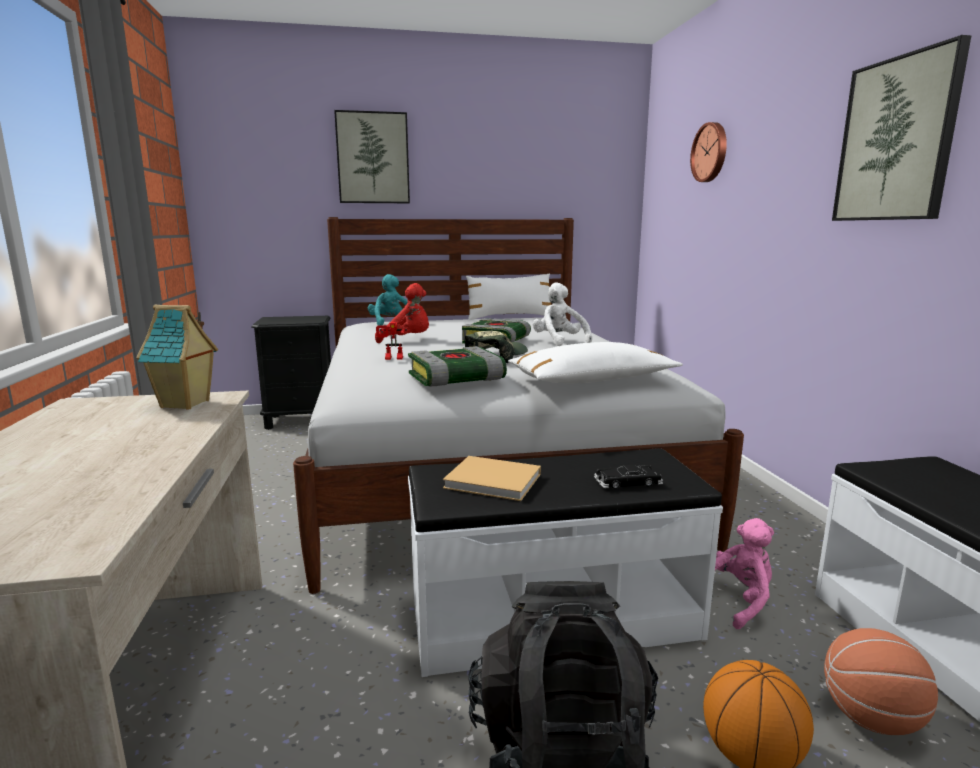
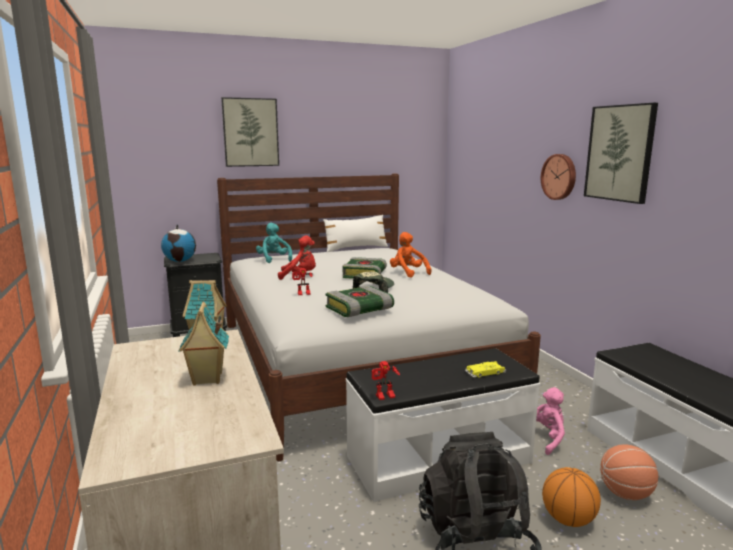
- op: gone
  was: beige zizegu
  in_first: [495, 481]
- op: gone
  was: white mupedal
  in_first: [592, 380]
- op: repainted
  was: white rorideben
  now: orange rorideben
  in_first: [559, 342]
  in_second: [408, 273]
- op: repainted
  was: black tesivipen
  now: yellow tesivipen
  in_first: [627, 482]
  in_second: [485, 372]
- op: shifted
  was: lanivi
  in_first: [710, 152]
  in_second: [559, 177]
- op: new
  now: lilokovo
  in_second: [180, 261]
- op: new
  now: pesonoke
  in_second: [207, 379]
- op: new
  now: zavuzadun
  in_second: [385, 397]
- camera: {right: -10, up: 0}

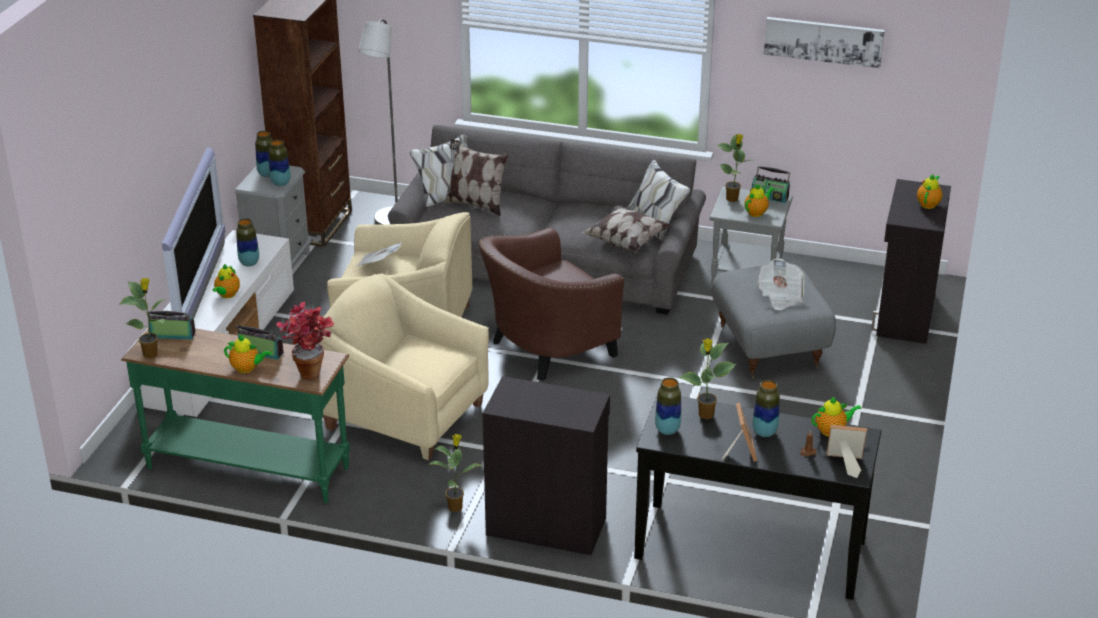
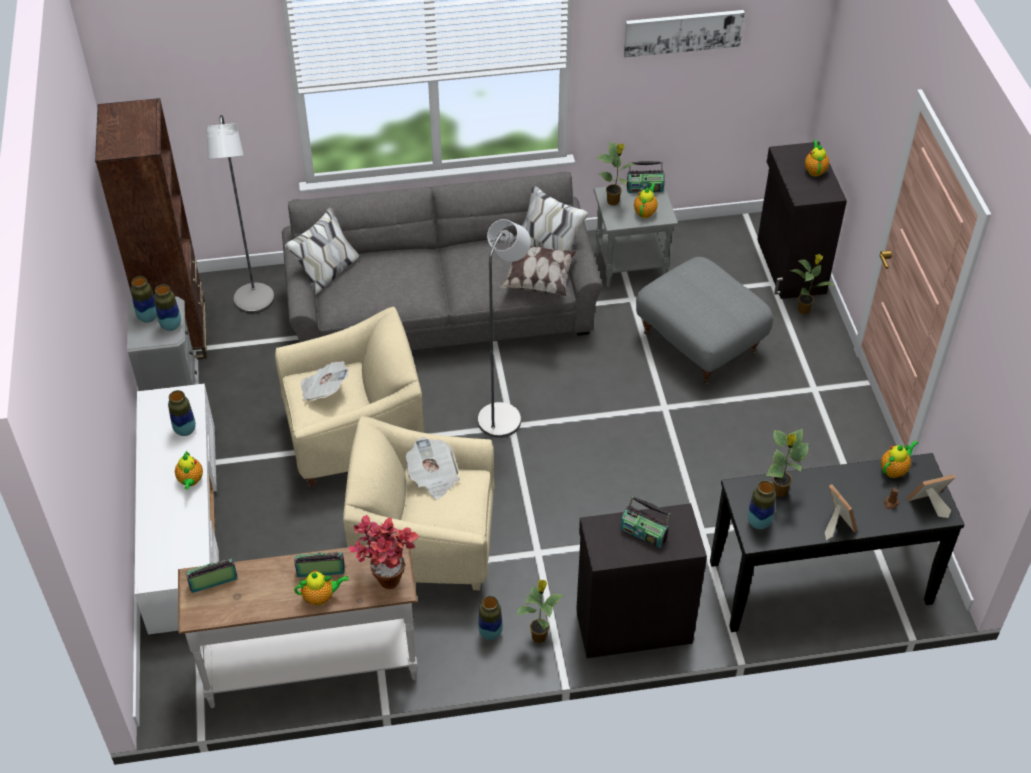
- op: shifted
  was: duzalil
  in_first: [151, 354]
  in_second: [804, 310]
- op: repainted
  was: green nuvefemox
  now: white nuvefemox
  in_first: [249, 467]
  in_second: [311, 665]
- op: gone
  was: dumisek
  in_first: [203, 296]
- op: gone
  was: mupedal
  in_first: [475, 204]
- op: swapped
  was: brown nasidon
  now: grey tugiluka
  in_first: [545, 349]
  in_second: [503, 415]
- op: shifted
  was: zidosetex
  in_first: [764, 432]
  in_second: [490, 633]
- op: shifted
  was: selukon
  in_first: [780, 296]
  in_second: [433, 477]
- op: new
  now: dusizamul
  in_second: [644, 533]
- camera: {right: -25, up: 15}

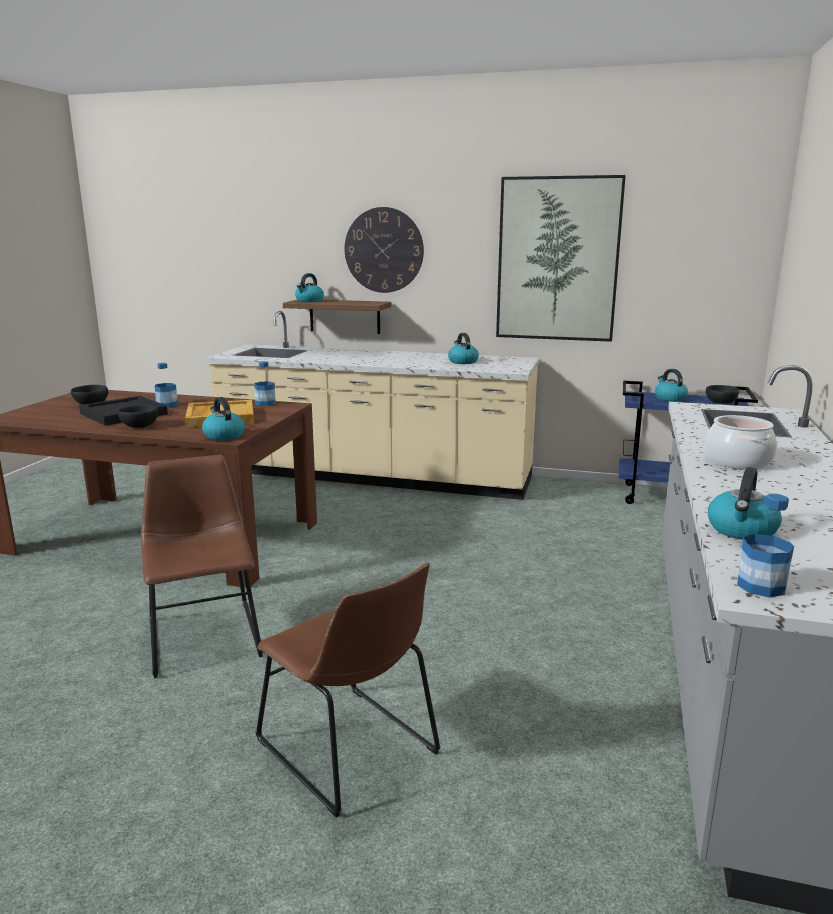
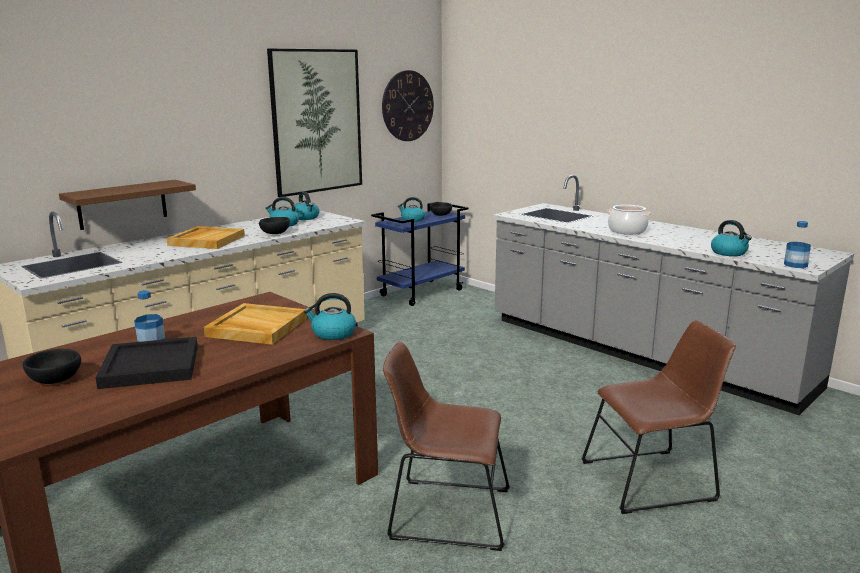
- op: shifted
  was: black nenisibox
  in_first: [139, 426]
  in_second: [275, 233]
- op: gone
  was: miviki
  in_first: [265, 403]
- op: shifted
  was: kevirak
  in_first: [309, 301]
  in_second: [306, 218]
- op: shifted
  was: lanivi
  in_first: [384, 250]
  in_second: [407, 106]
- op: new
  now: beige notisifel
  in_second: [207, 240]
- camera: {right: -60, up: 0}

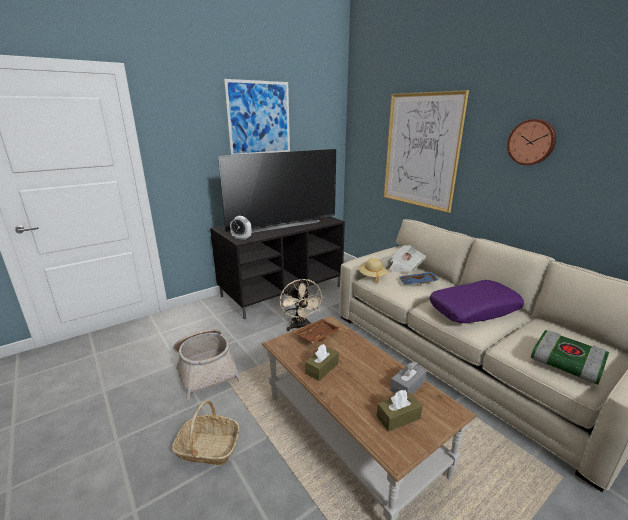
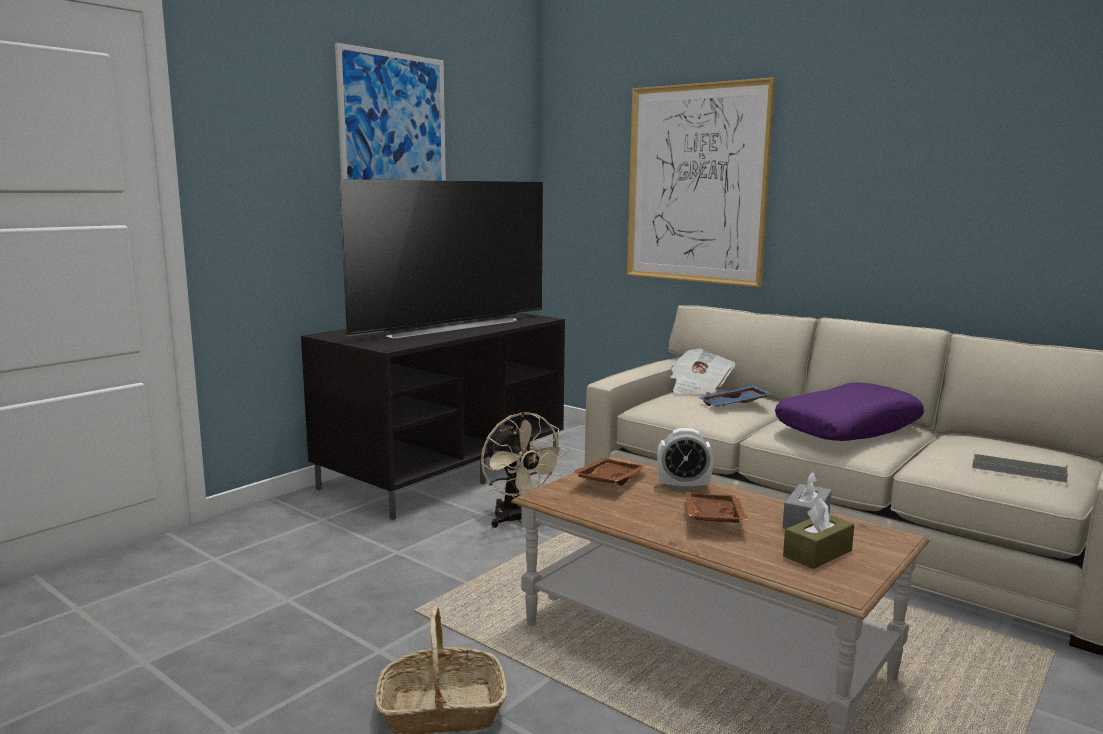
- op: gone
  was: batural
  in_first: [206, 369]
- op: shifted
  was: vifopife
  in_first: [241, 238]
  in_second: [683, 487]
- op: gone
  was: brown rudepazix
  in_first: [322, 368]
- op: gone
  was: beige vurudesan
  in_first: [372, 276]
- op: gone
  was: lanivi
  in_first: [531, 142]
- op: swapped
  was: zizegu
  now: grey notisifel
  in_first: [565, 363]
  in_second: [1018, 471]
- op: new
  now: brown notisifel
  in_second: [711, 518]
- camera: {right: -15, up: -10}

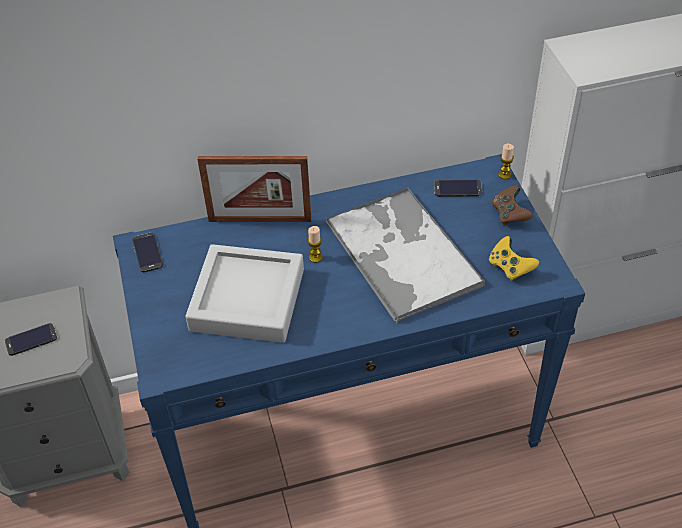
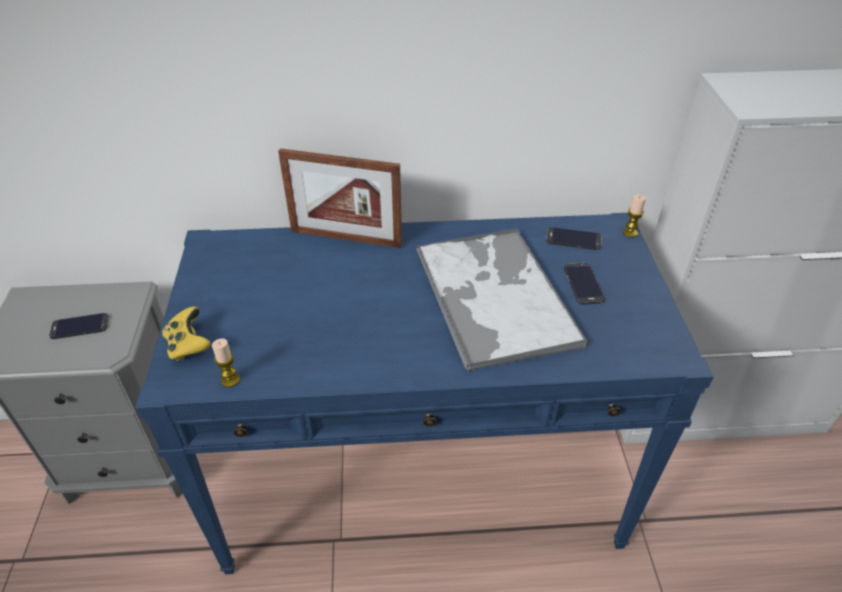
- op: shifted
  was: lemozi
  in_first: [147, 253]
  in_second: [583, 284]
- op: gone
  was: grey notisifel
  in_first: [247, 299]
- op: shifted
  was: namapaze
  in_first: [315, 257]
  in_second: [230, 380]
- op: shifted
  was: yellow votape
  in_first: [510, 267]
  in_second: [188, 345]
- op: gone
  was: brown votape
  in_first: [509, 214]
- camera: {right: 10, up: -5}

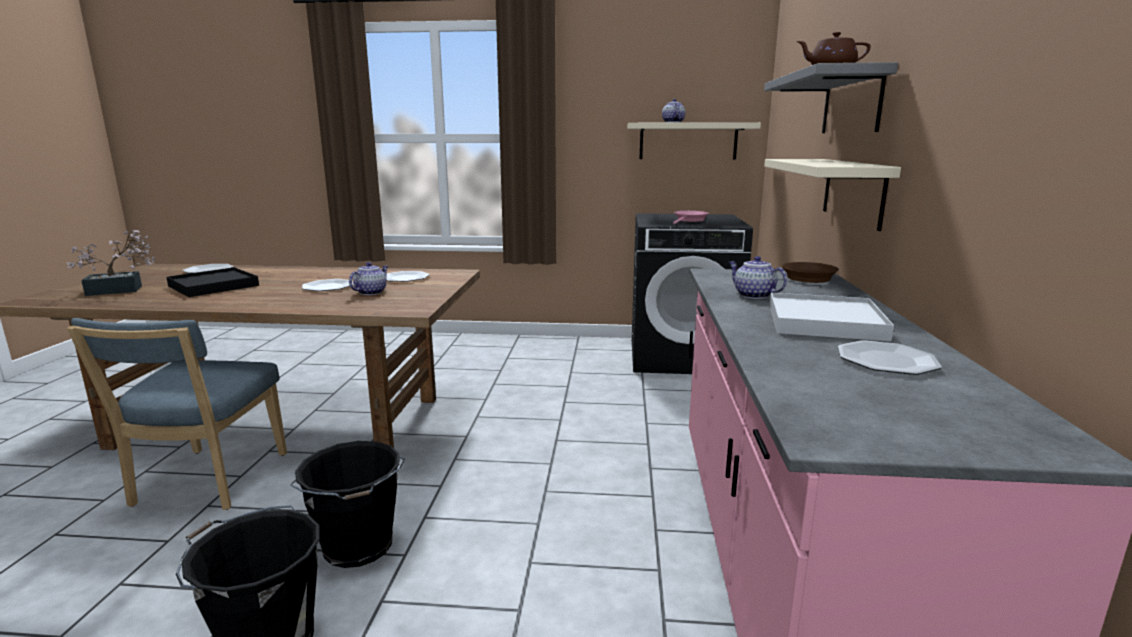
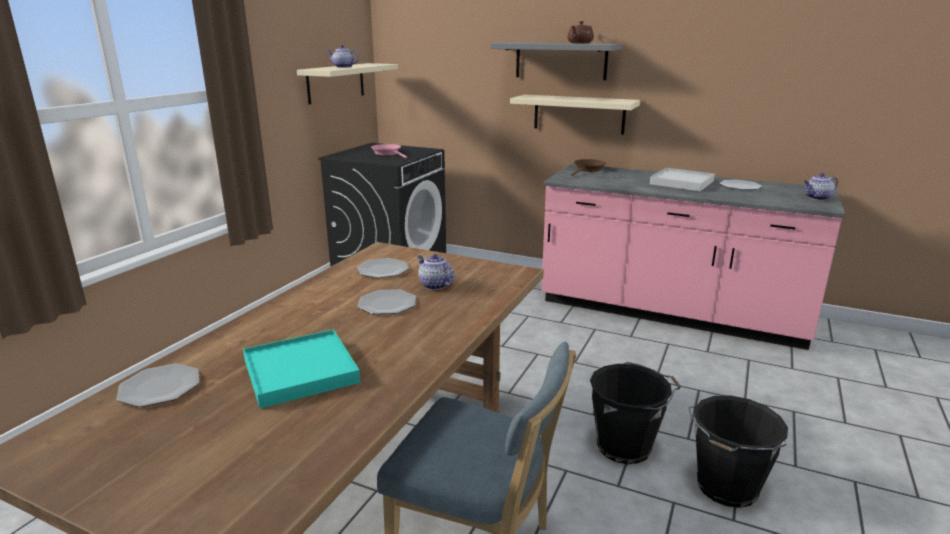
- op: gone
  was: duzalil
  in_first: [121, 290]
- op: repainted
  was: black notisifel
  now: turquoise notisifel
  in_first: [213, 286]
  in_second: [300, 372]
- op: shifted
  was: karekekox
  in_first: [753, 295]
  in_second: [817, 198]
- camera: {right: -70, up: 5}

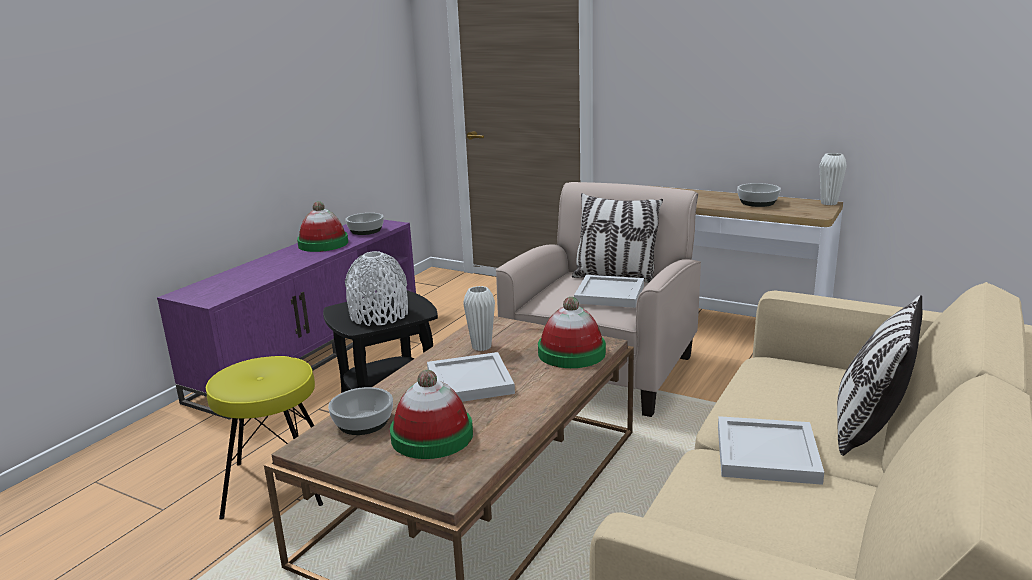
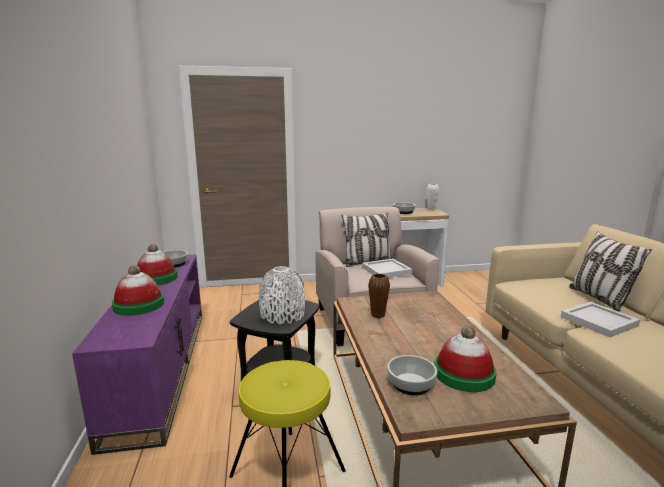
- op: gone
  was: white notisifel
  in_first: [471, 382]
- op: repainted
  was: white zidosetex
  now: brown zidosetex
  in_first: [481, 347]
  in_second: [378, 315]
- op: shifted
  was: vurudesan
  in_first: [571, 353]
  in_second: [138, 305]
- camera: {right: -40, up: -5}

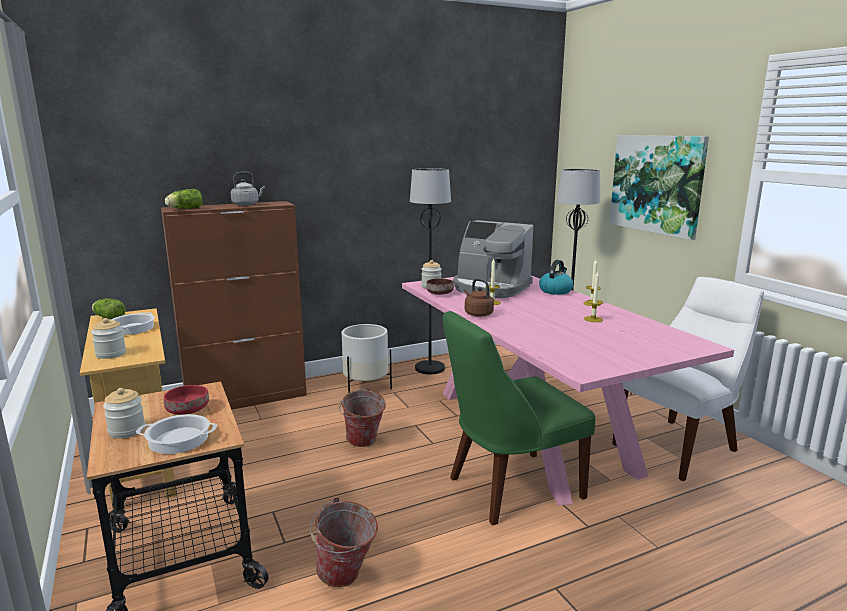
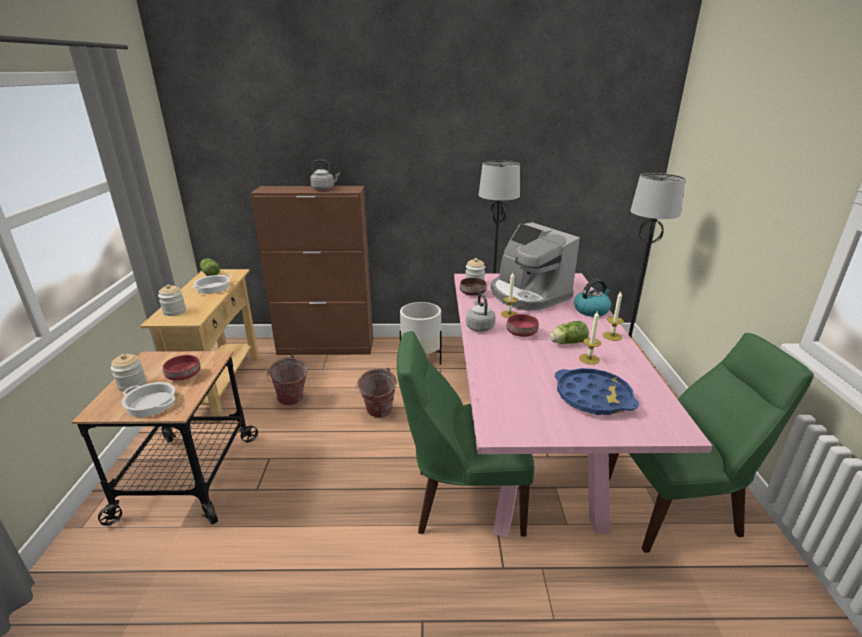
- op: shifted
  was: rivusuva
  in_first: [184, 209]
  in_second: [566, 342]
- op: shifted
  was: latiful
  in_first: [346, 578]
  in_second: [291, 401]
- op: repainted
  was: brown kevirak
  now: grey kevirak
  in_first: [477, 314]
  in_second: [479, 327]
- op: gone
  was: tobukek
  in_first: [657, 184]
- op: repainted
  was: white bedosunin
  now: green bedosunin
  in_first: [679, 446]
  in_second: [675, 508]
- op: new
  now: red nenisibox
  in_second: [521, 333]
- op: new
  now: blue notisifel
  in_second: [593, 397]
- camera: {right: 25, up: 10}

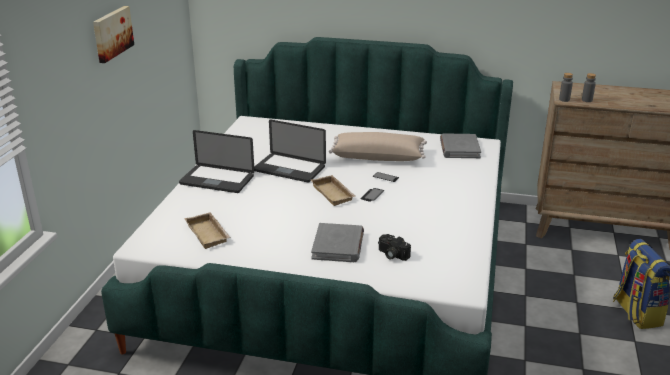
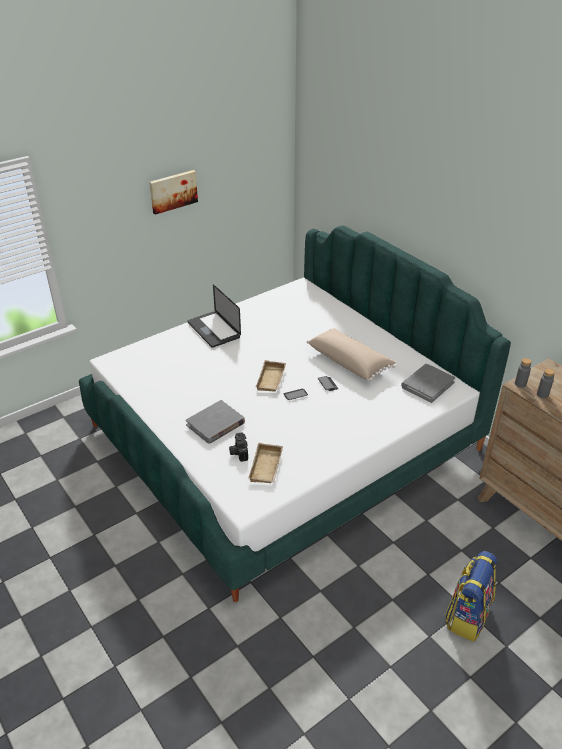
- op: shifted
  was: beige notisifel
  in_first: [209, 234]
  in_second: [267, 467]
- op: gone
  was: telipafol
  in_first: [289, 169]
- camera: {right: 40, up: 10}

